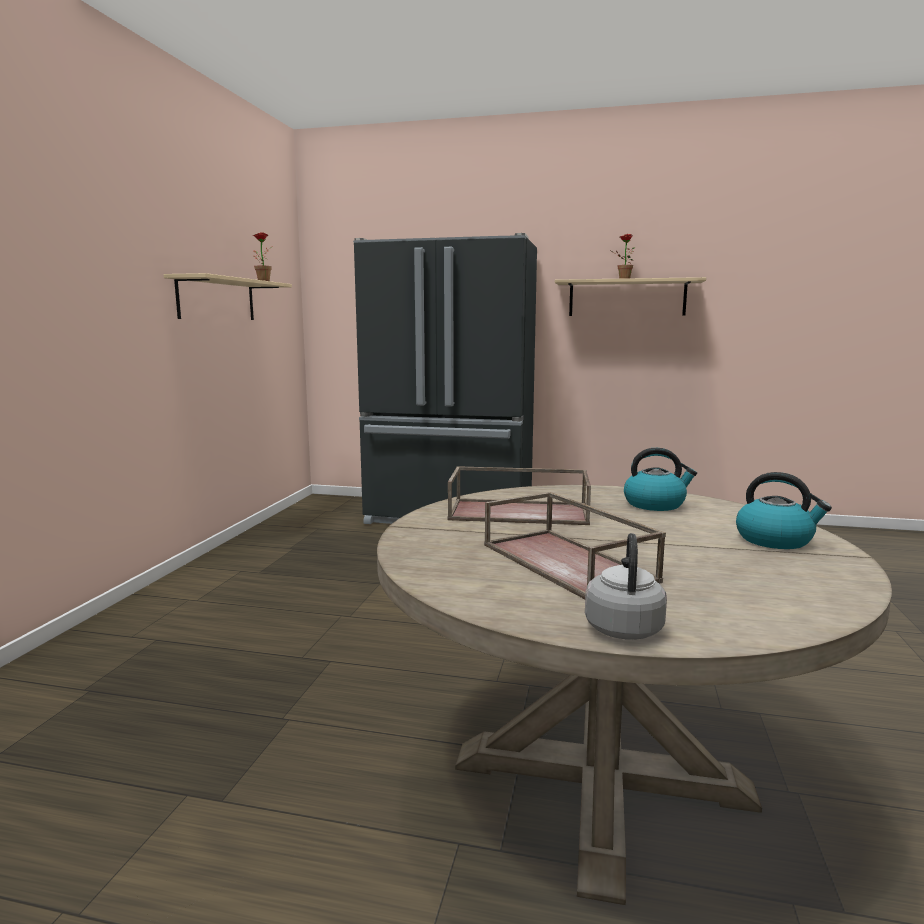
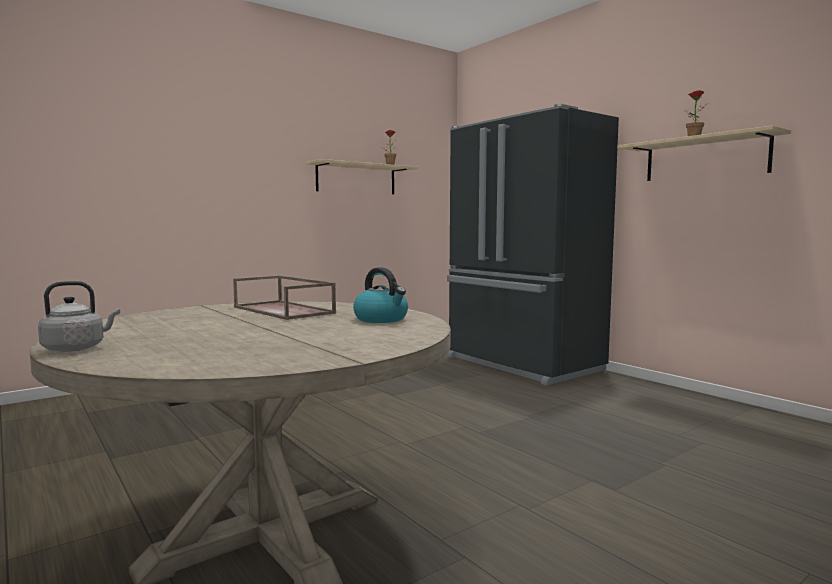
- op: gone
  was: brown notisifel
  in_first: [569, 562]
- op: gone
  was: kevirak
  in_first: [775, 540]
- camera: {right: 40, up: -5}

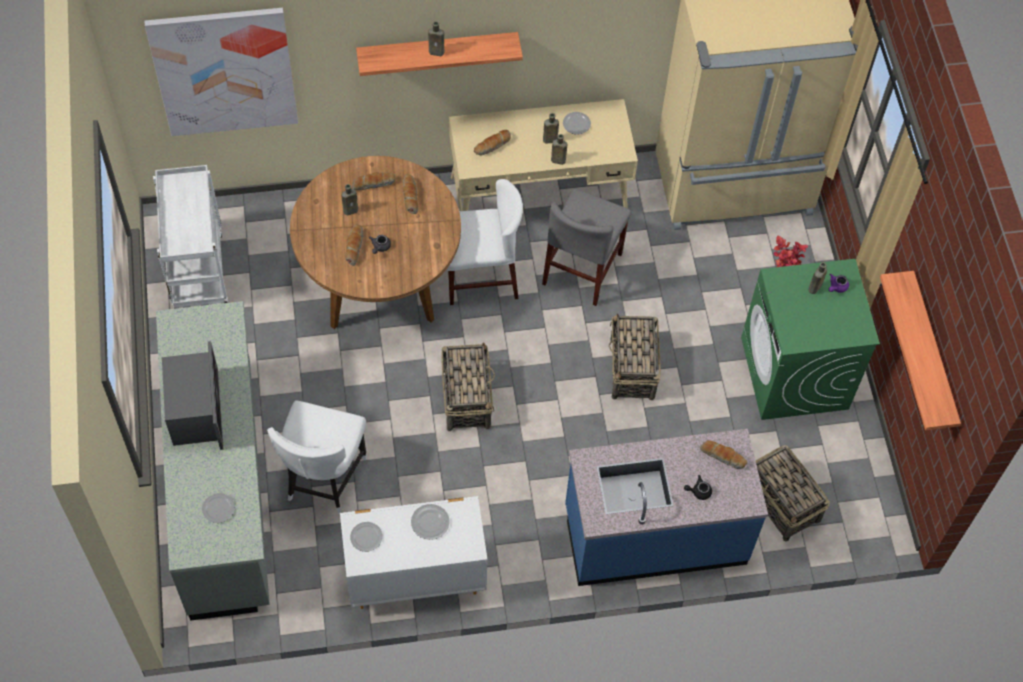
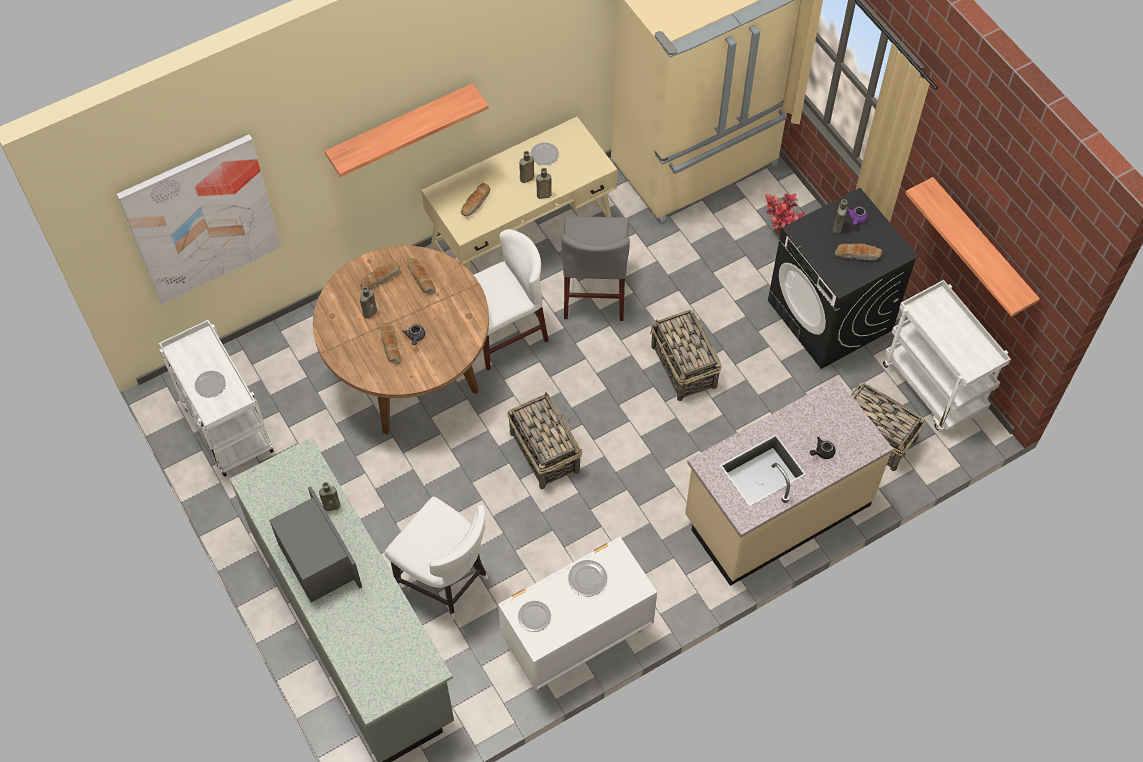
- op: shifted
  was: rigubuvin
  in_first: [219, 508]
  in_second: [210, 384]
- op: rotated
  was: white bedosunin
  in_first: [323, 479]
  in_second: [445, 581]
  clockwise: -45
- op: shifted
  was: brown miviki
  in_first: [437, 52]
  in_second: [333, 505]
- op: repainted
  was: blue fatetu
  now: beige fatetu
  in_first: [654, 534]
  in_second: [776, 511]
- op: shifted
  was: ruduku
  in_first: [723, 456]
  in_second: [857, 254]
- op: repainted
  was: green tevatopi
  now: black tevatopi
  in_first: [794, 374]
  in_second: [830, 316]
- op: new
  now: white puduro
  in_second: [934, 388]
- camera: {right: -20, up: 0}

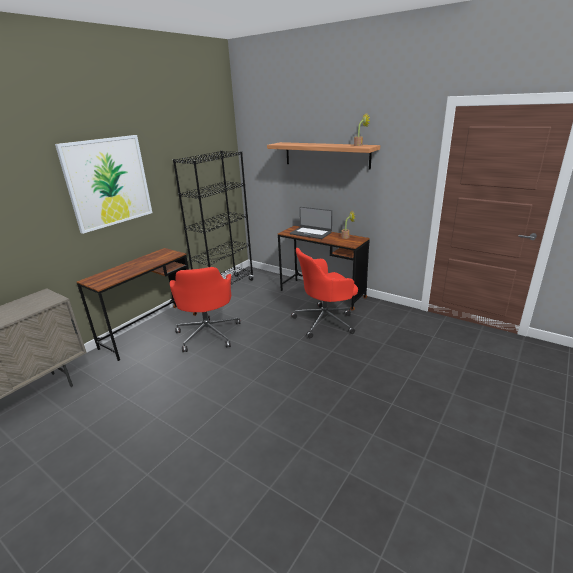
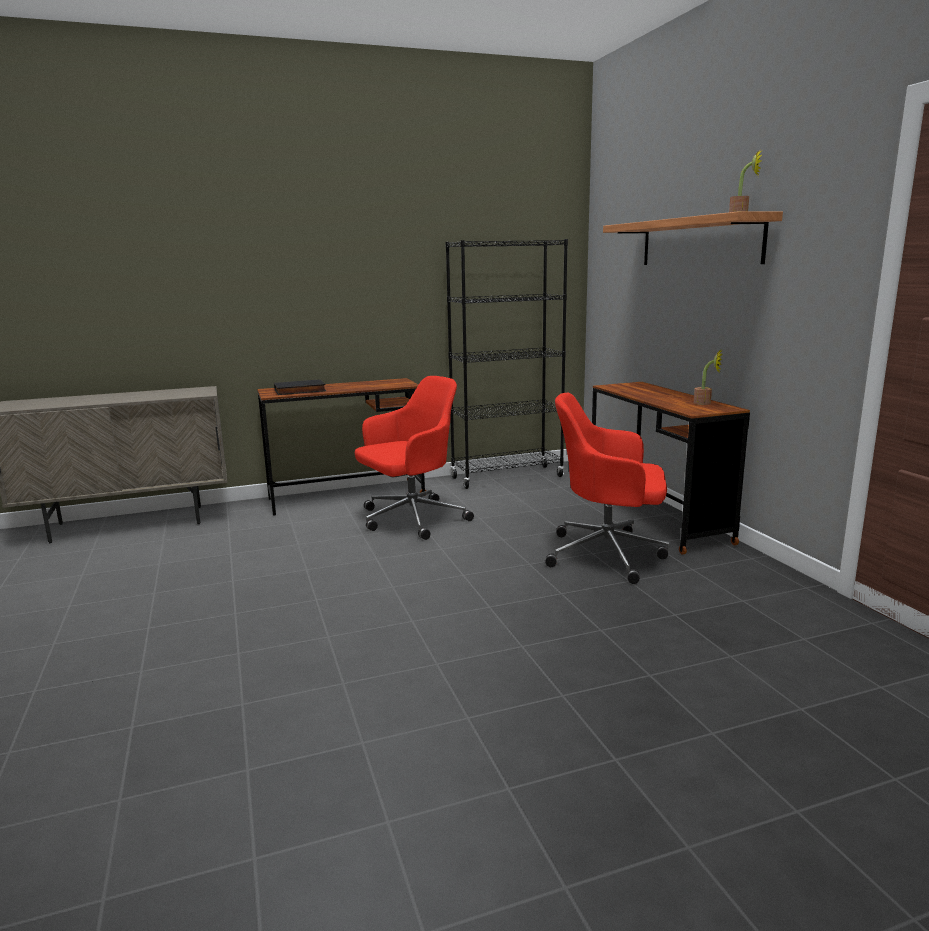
- op: gone
  was: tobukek
  in_first: [108, 182]
- op: rotated
  was: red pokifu
  in_first: [208, 333]
  in_second: [411, 519]
  clockwise: -150
- op: gone
  was: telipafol
  in_first: [311, 233]
- op: new
  now: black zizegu
  in_second: [300, 391]
- camera: {right: 35, up: -10}

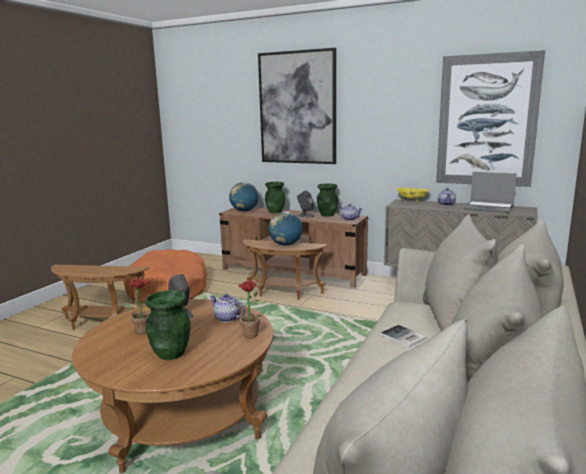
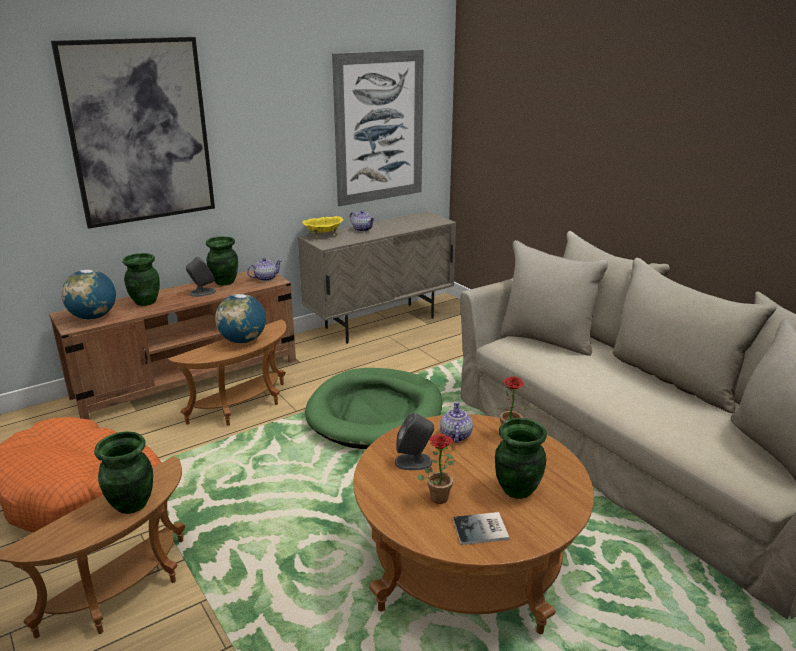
- op: rotated
  was: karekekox
  in_first: [227, 318]
  in_second: [455, 436]
  clockwise: 120
- op: shifted
  was: zizegu
  in_first: [403, 337]
  in_second: [482, 530]
- op: gone
  was: telipafol
  in_first: [489, 208]
- op: new
  now: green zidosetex
  in_second: [131, 504]
- op: new
  now: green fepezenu
  in_second: [375, 413]
- camera: {right: -60, up: 10}

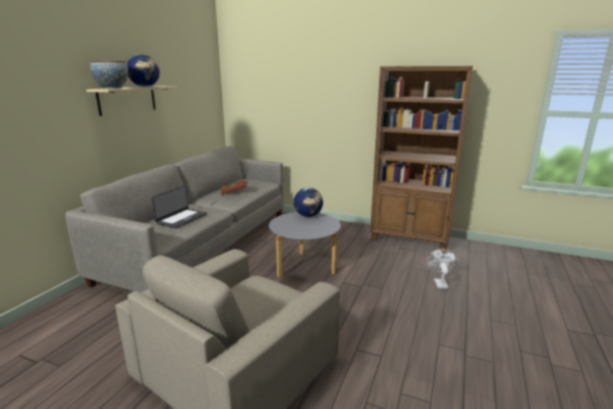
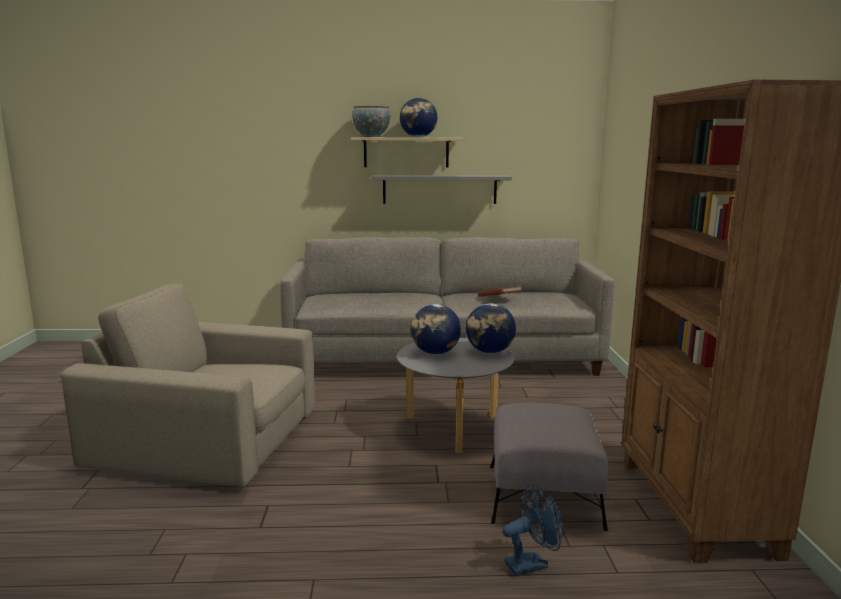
- op: gone
  was: telipafol
  in_first: [181, 218]
- op: repainted
  was: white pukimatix
  now: blue pukimatix
  in_first: [439, 282]
  in_second: [532, 564]
- op: new
  now: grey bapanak
  in_second: [439, 189]
- op: new
  now: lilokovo
  in_second: [435, 353]
- op: new
  now: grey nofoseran
  in_second: [544, 495]
- camera: {right: 65, up: -5}

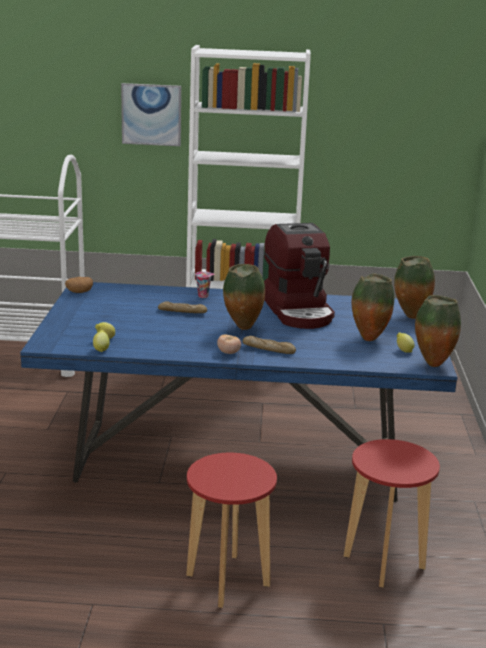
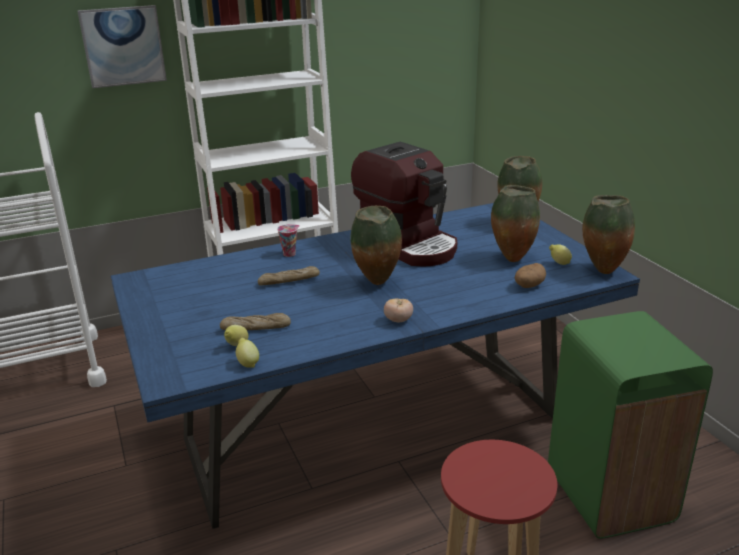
- op: shifted
  was: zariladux
  in_first: [79, 292]
  in_second: [528, 285]
- op: shifted
  was: ruduku
  in_first: [268, 349]
  in_second: [256, 328]
- op: swapped
  was: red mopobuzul
  now: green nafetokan
  in_first: [383, 563]
  in_second: [609, 496]
- camera: {right: -25, up: 5}

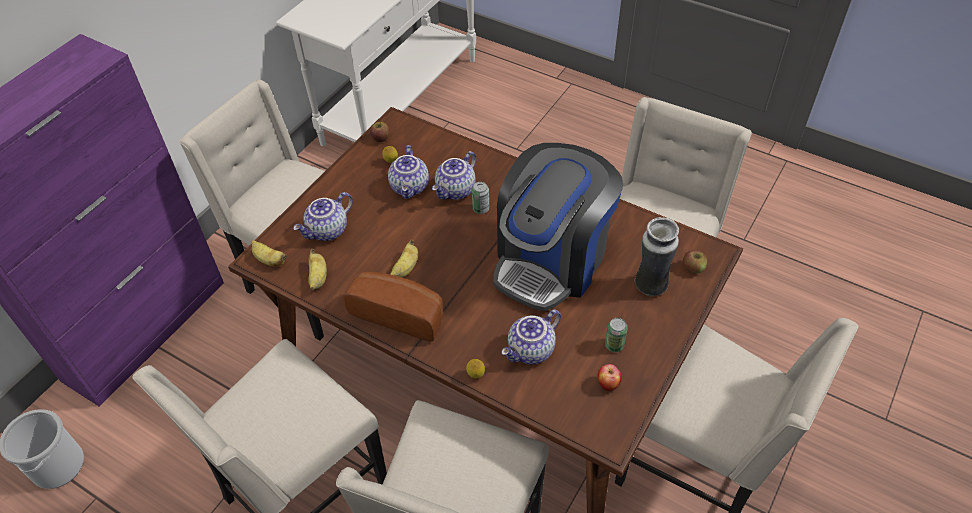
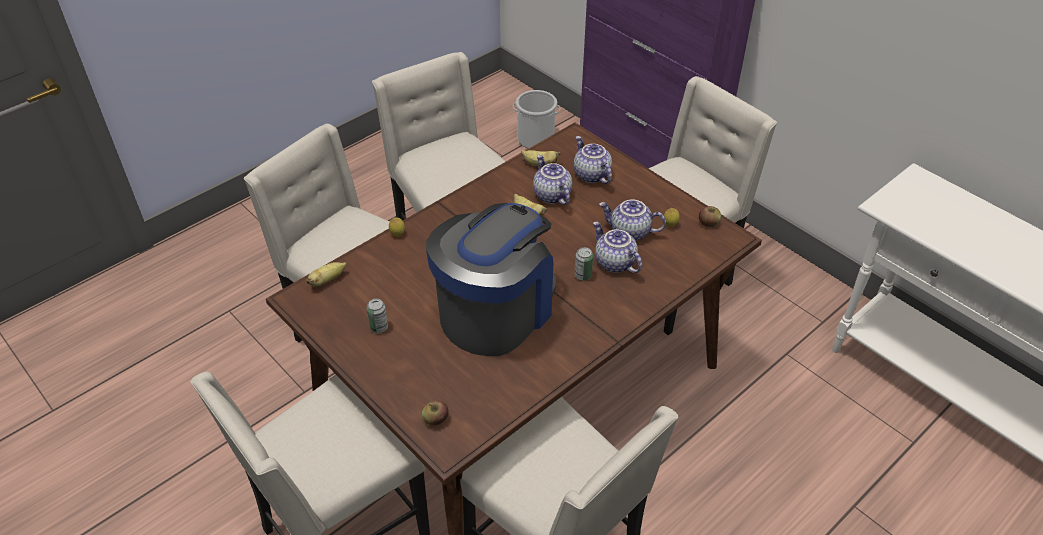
- op: shifted
  was: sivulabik
  in_first: [269, 260]
  in_second: [327, 280]
- op: gone
  was: ruduku
  in_first: [400, 313]
- op: rotated
  was: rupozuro
  in_first: [551, 259]
  in_second: [496, 311]
  clockwise: 75
- op: shifted
  was: karekekox
  in_first: [531, 351]
  in_second: [551, 195]
- op: gone
  was: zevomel
  in_first: [607, 384]
- op: gone
  was: zidosetex
  in_first: [650, 286]
- camera: {right: 105, up: -5}

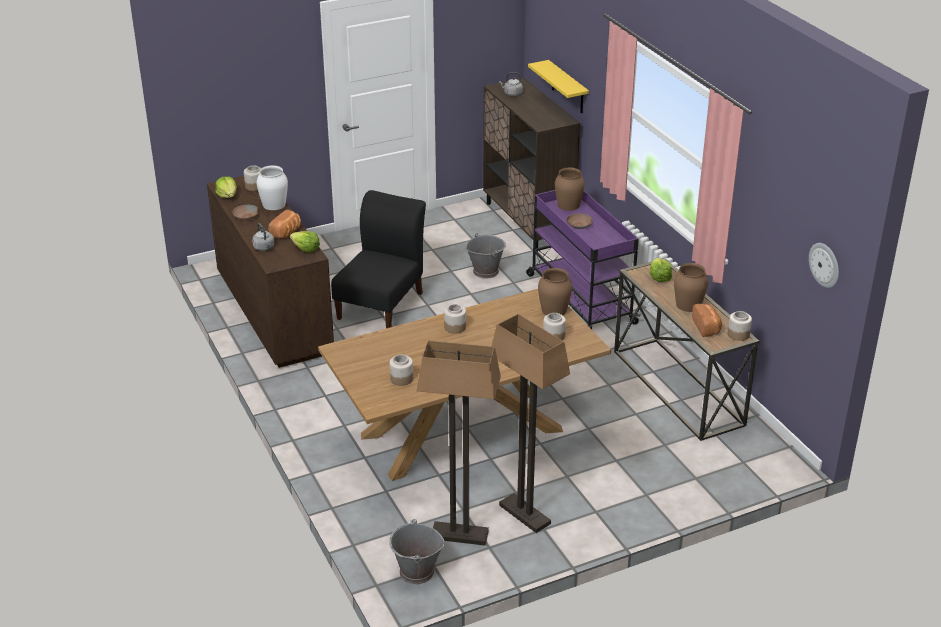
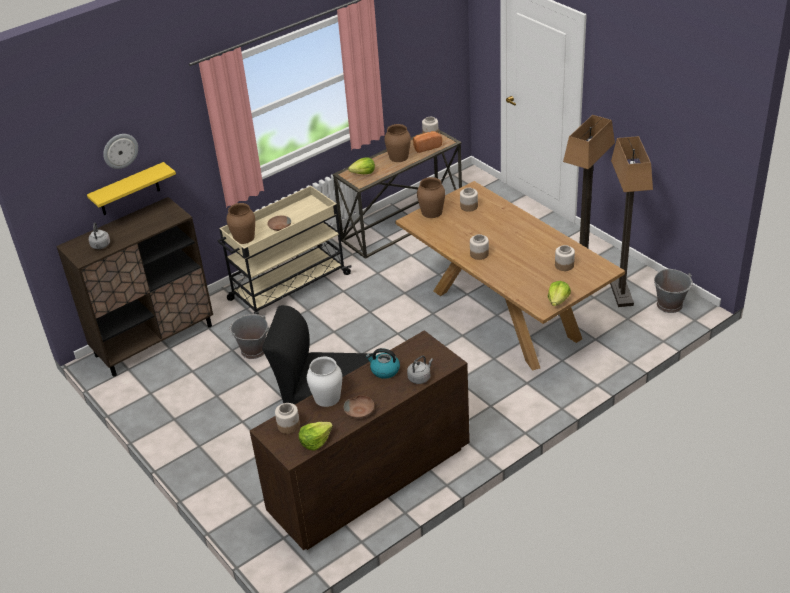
- op: swapped
  was: ruduku
  now: kevirak
  in_first: [287, 233]
  in_second: [384, 370]
- op: shifted
  was: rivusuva
  in_first: [305, 249]
  in_second: [558, 300]
- op: repainted
  was: purple puduro
  now: beige puduro
  in_first: [579, 298]
  in_second: [288, 287]
- op: shifted
  was: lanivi
  in_first: [825, 264]
  in_second: [120, 150]
- camera: {right: -100, up: 5}

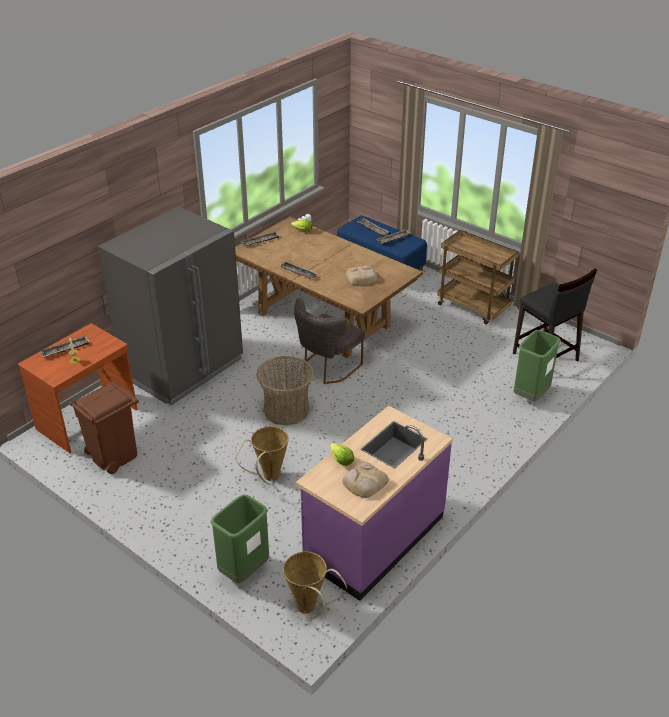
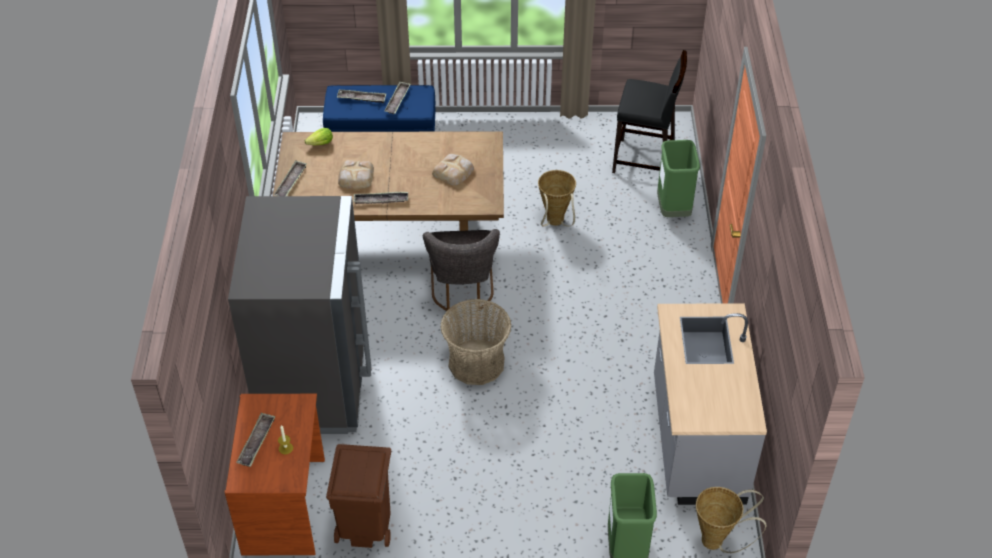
- op: shifted
  was: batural
  in_first: [268, 478]
  in_second: [555, 223]
- op: repainted
  was: purple fatetu
  now: grey fatetu
  in_first: [373, 538]
  in_second: [695, 440]
- op: gone
  was: rivusuva
  in_first: [341, 460]
- op: shifted
  was: ruduku
  in_first: [364, 482]
  in_second: [355, 177]
- op: gone
  was: brown puduro
  in_first: [473, 307]
- camera: {right: -40, up: 10}

